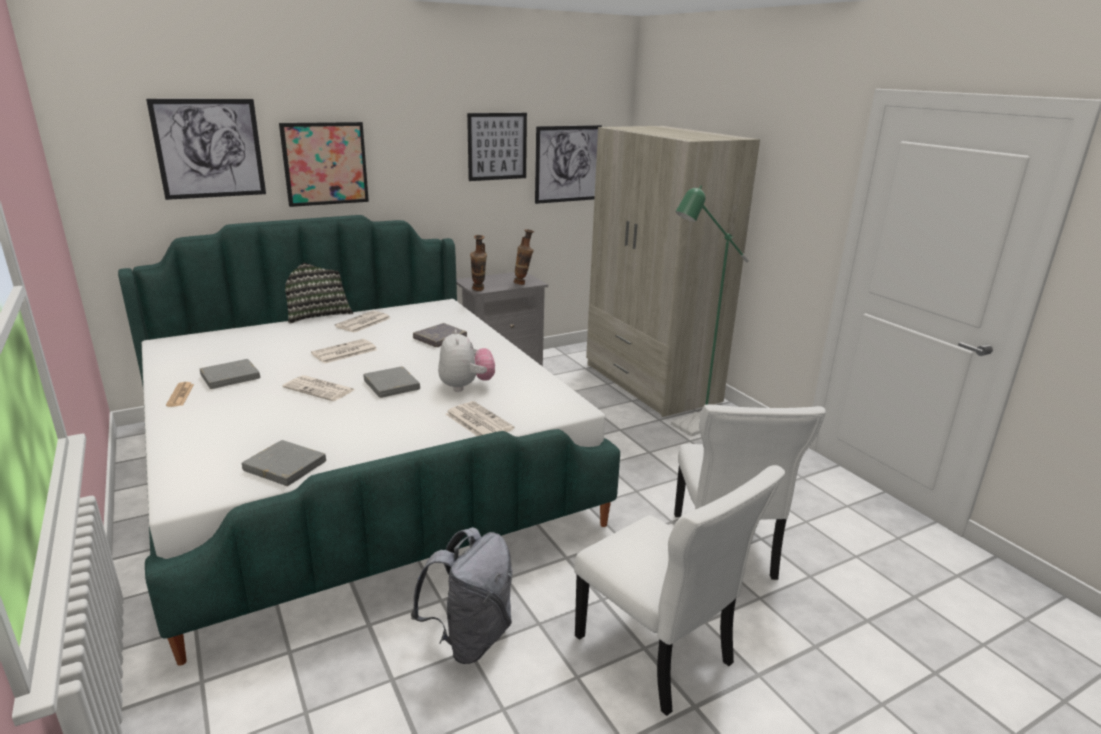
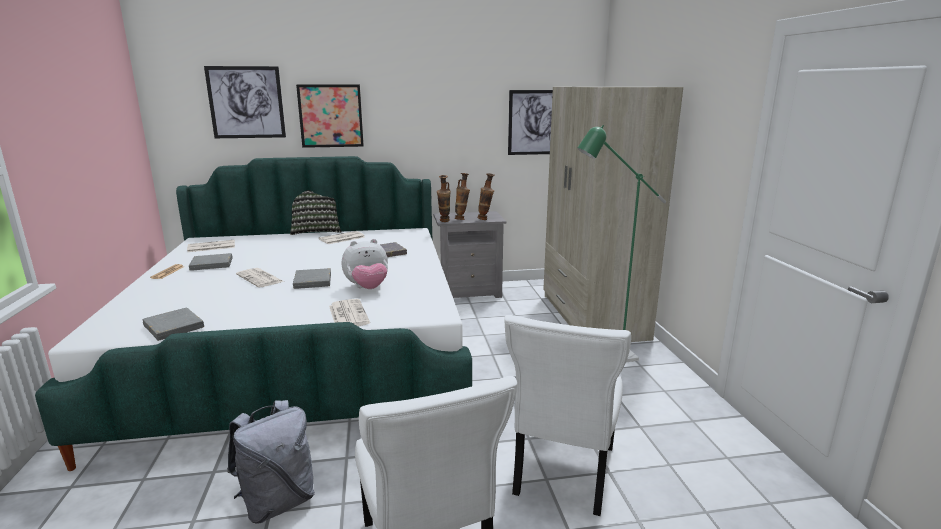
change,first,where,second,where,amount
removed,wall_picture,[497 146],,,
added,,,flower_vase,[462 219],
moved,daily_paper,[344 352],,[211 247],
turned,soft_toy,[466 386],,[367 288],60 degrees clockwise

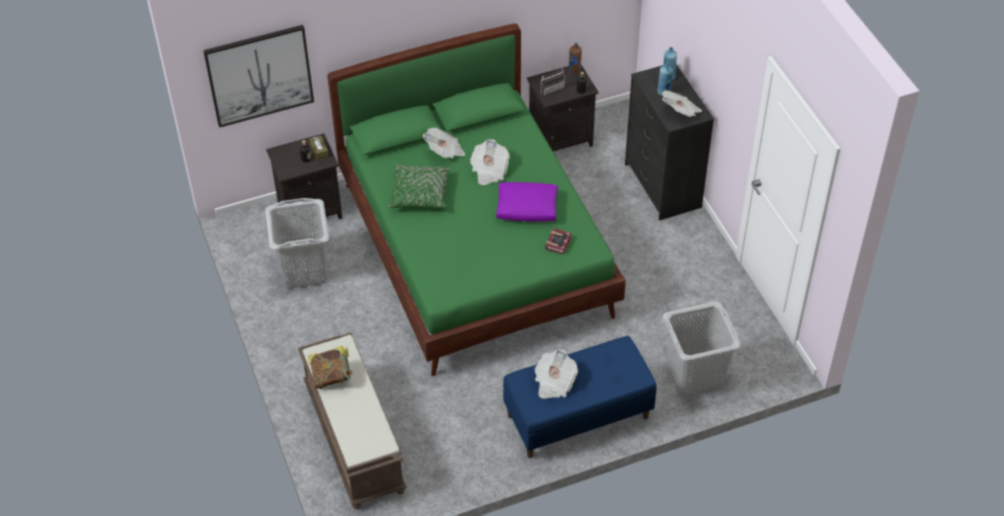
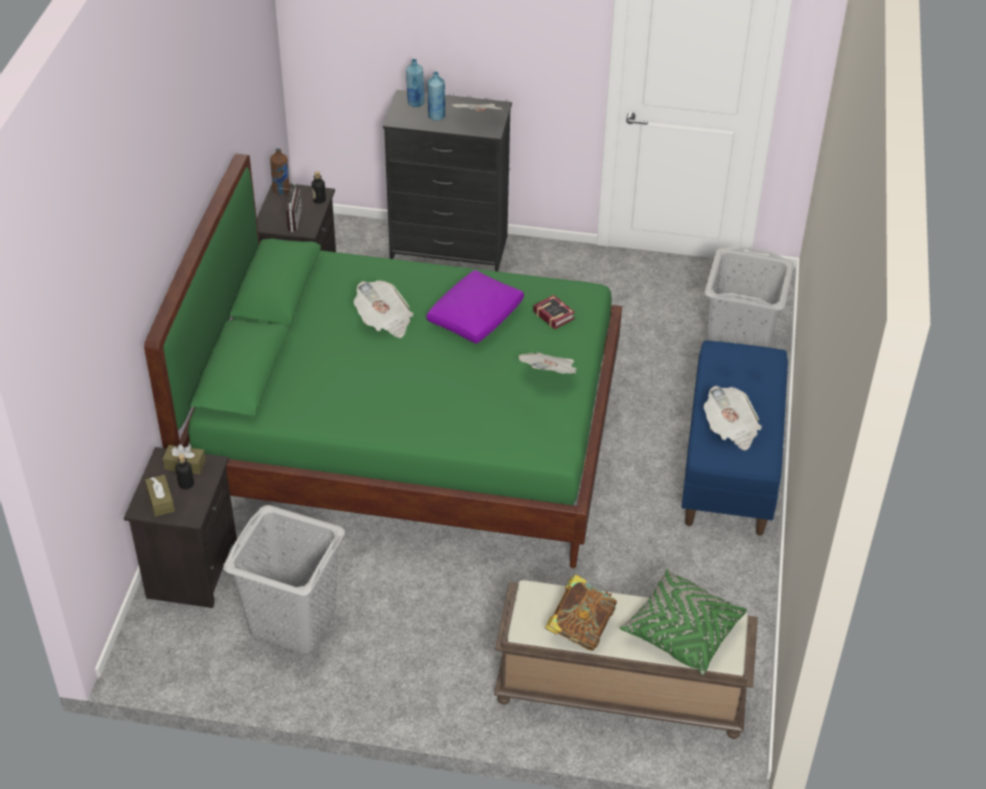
change,first,where,second,where,amount
removed,wall_picture,[259 75],,,
added,,,brown_tissue_holder,[160 500],
moved,green-coloured_cushion,[420 194],,[682 631],
moved,daily_paper,[444 151],,[549 374],

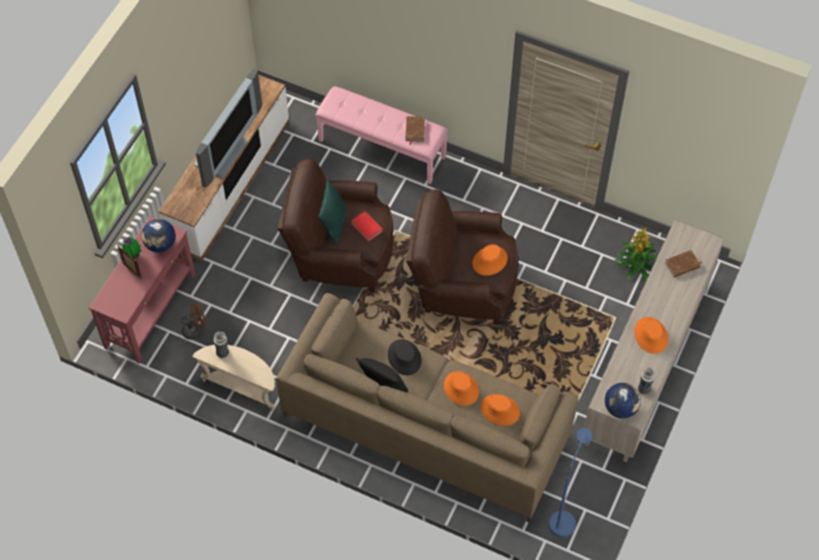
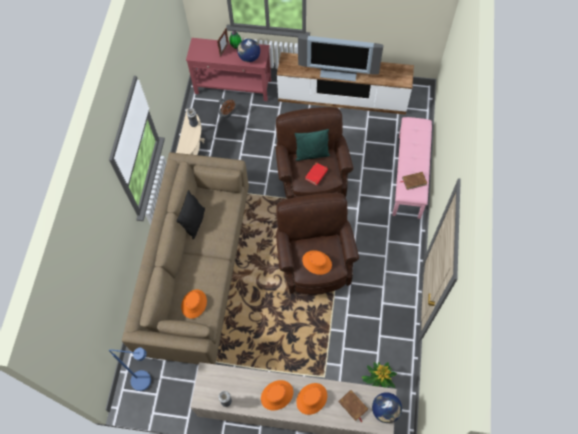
change,first,where,second,where,amount
removed,blackish_clothing_hat,[404 357],,,
moved,orange_clothing_hat,[461 389],,[311 398],
moved,world_globe,[620 408],,[385 410],

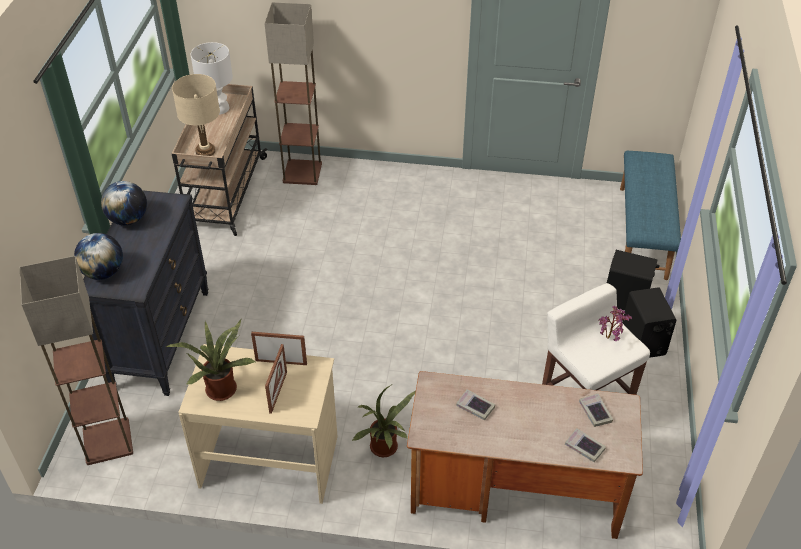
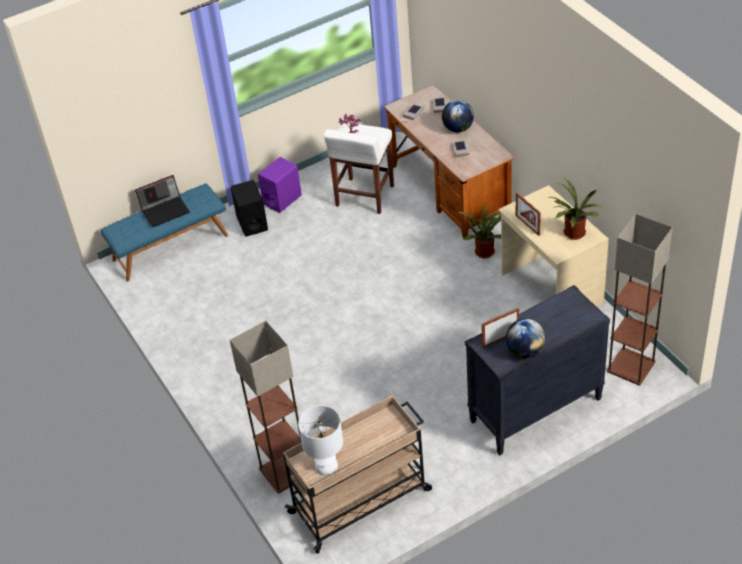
change,first,where,second,where,amount
removed,sand-coloured_lamp_for_a_table,[205 151],,,
added,,,notebook_computer,[165 210],
moved,world_globe,[103 272],,[458 128],
moved,picture_frame,[278 392],,[500 339],
recoloured,blackish_loudspeaker,[643 341],purple-coloured_loudspeaker,[282 199],

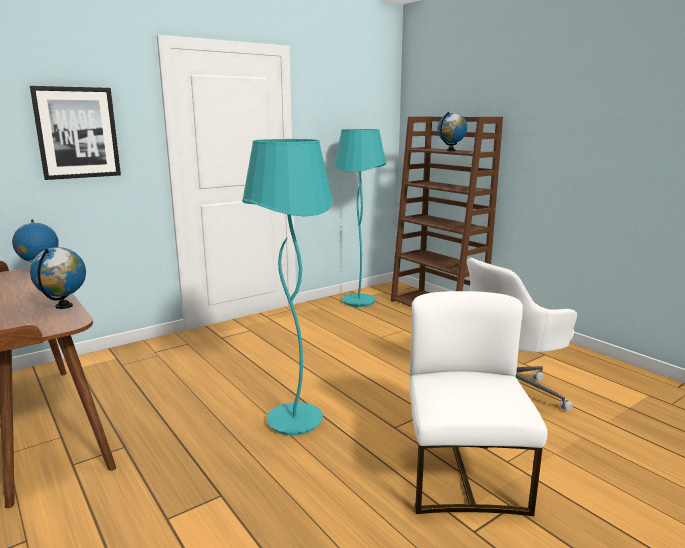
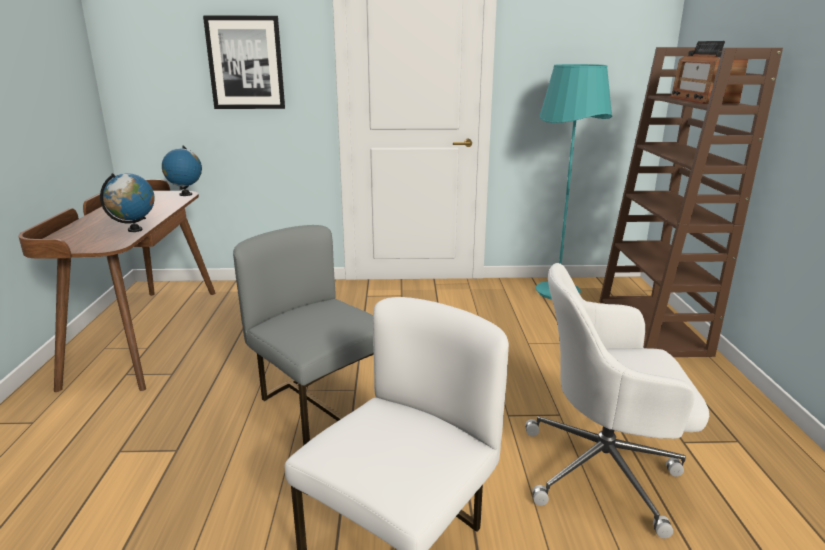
change,first,where,second,where,amount
replaced,turquoise_floor_lamp,[294 421],gray_chair,[319 405],
replaced,world_globe,[451 150],radio,[702 100],

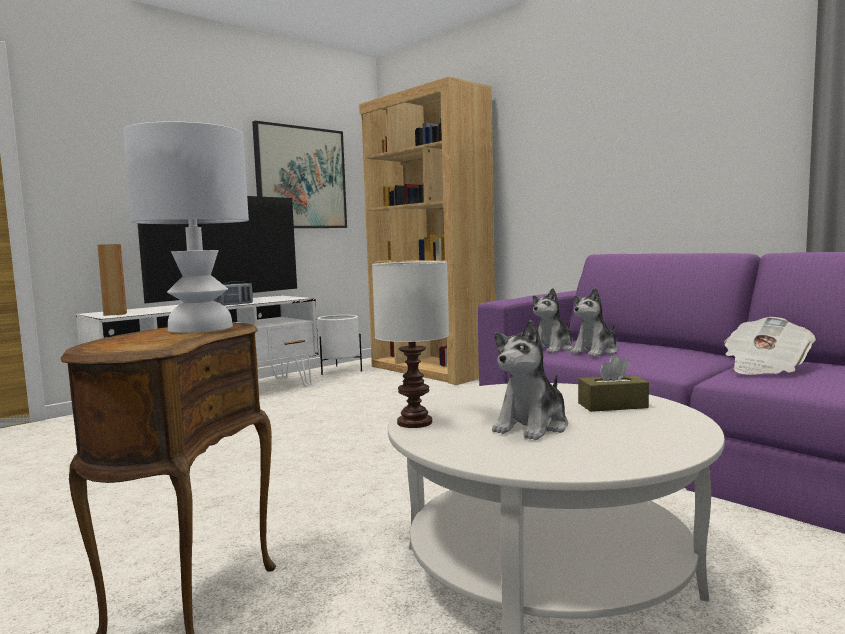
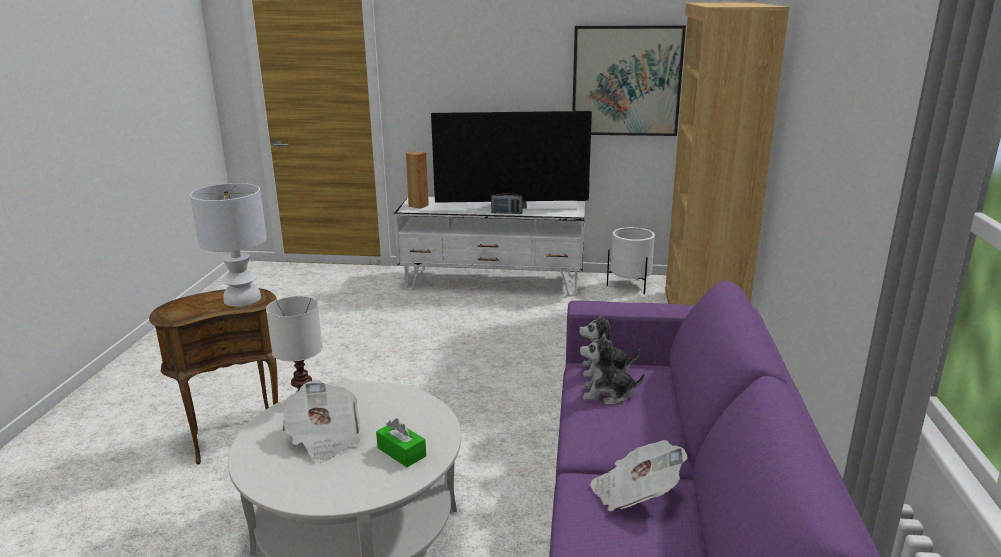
change,first,where,second,where,amount
replaced,soft_toy,[532 427],daily_paper,[324 439],
recoloured,brown_tissue_holder,[612 405],green-coloured_tissue_holder,[401 452],

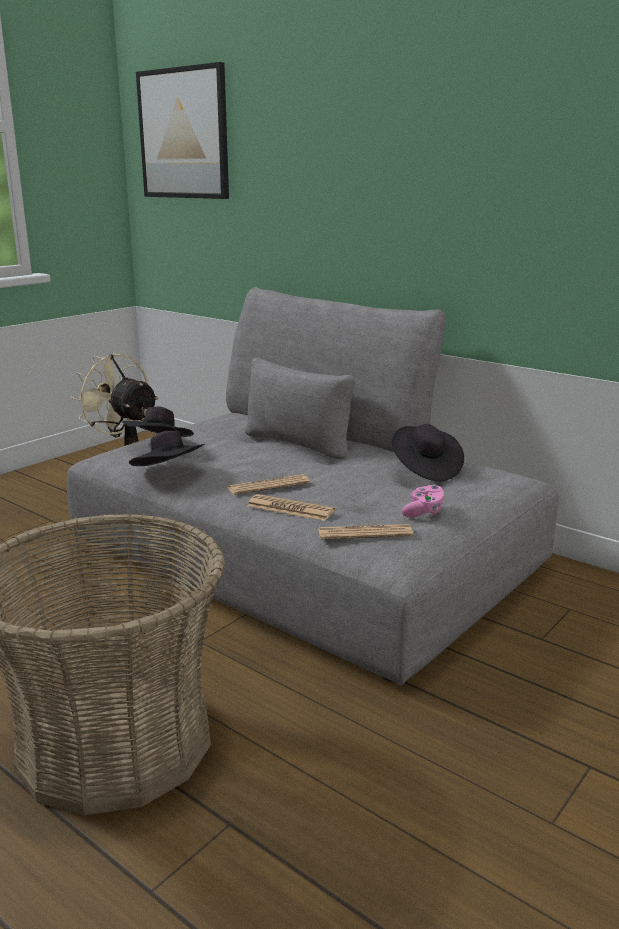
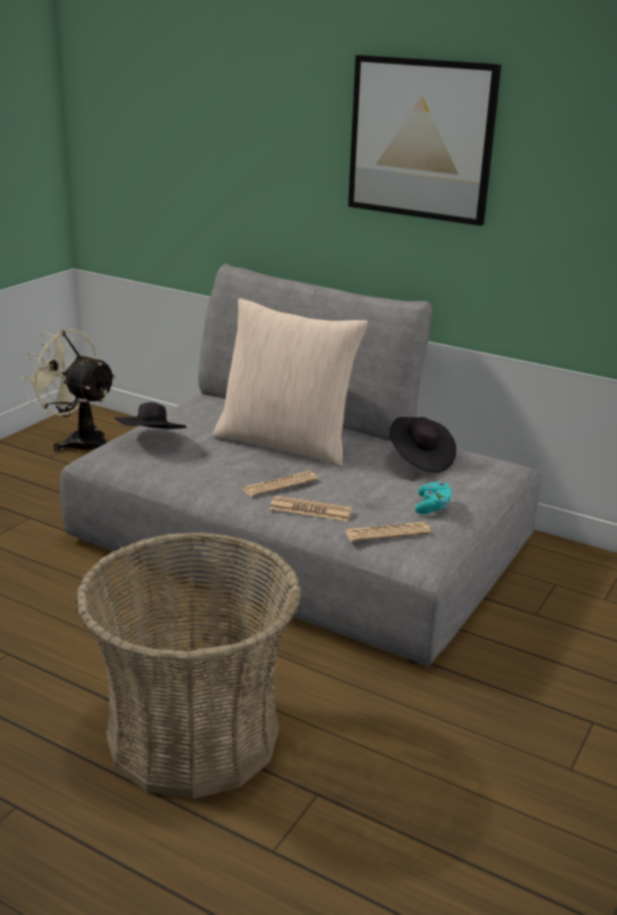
change,first,where,second,where,amount
removed,blackish_clothing_hat,[170 473],,,
added,,,sand-coloured_cushion,[286 443],
moved,wall_picture,[184 134],,[421 139],
recoloured,pink-coloured_gamepad,[423 511],turquoise_gamepad,[432 507],

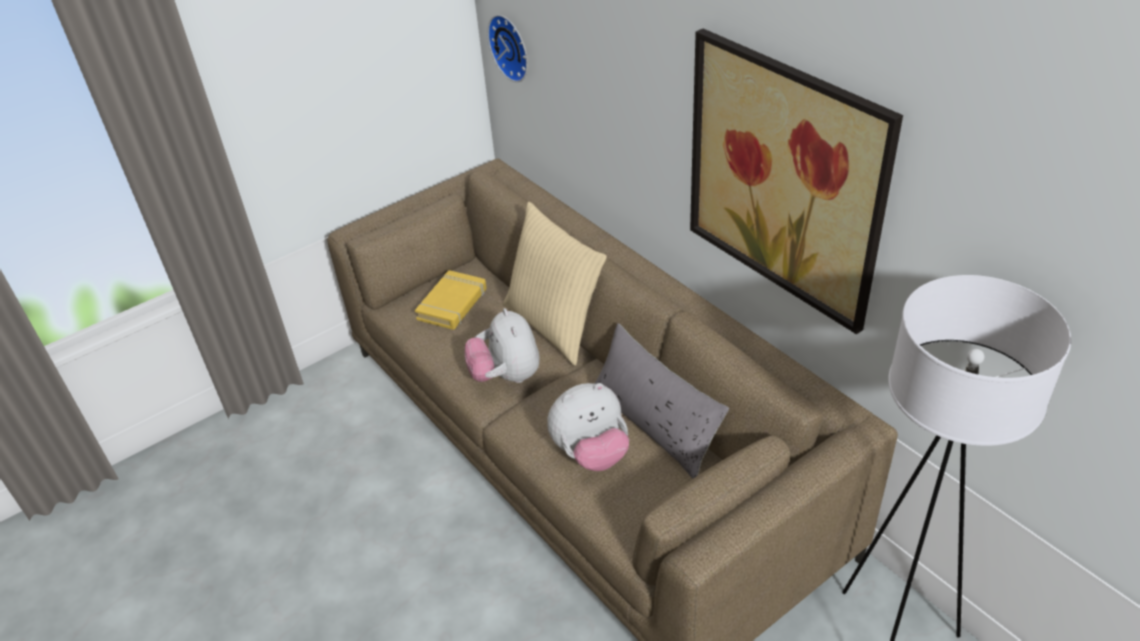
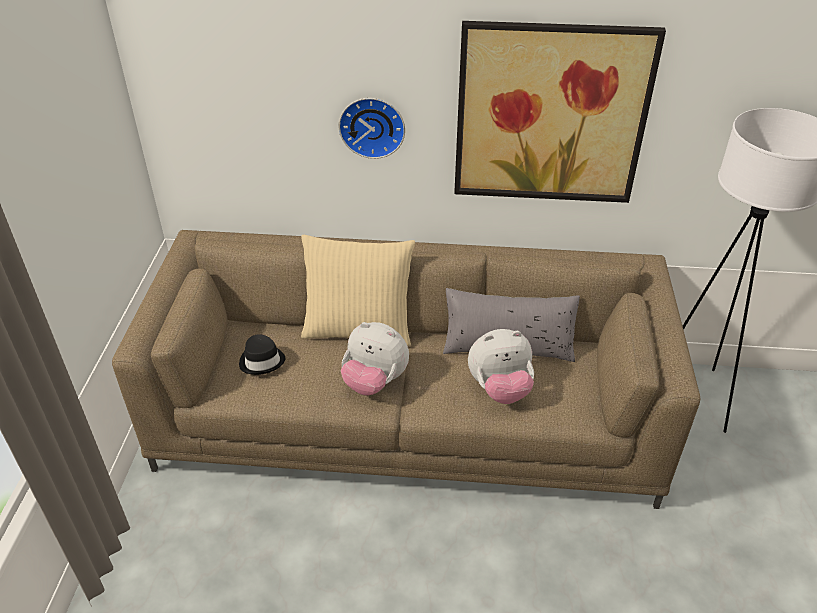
change,first,where,second,where,amount
moved,wall_clock,[512 47],,[372 126],
replaced,yellowish_bound_book,[453 304],blackish_clothing_hat,[262 361],
turned,soft_toy,[591 453],,[500 389],60 degrees clockwise

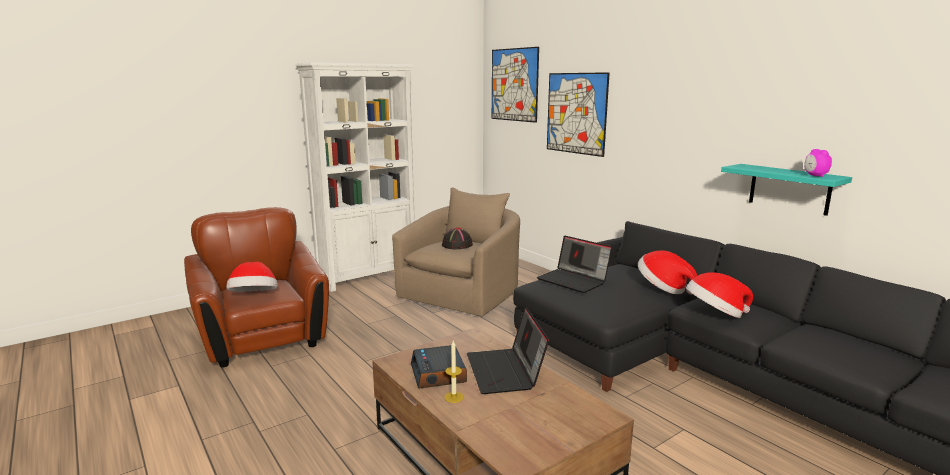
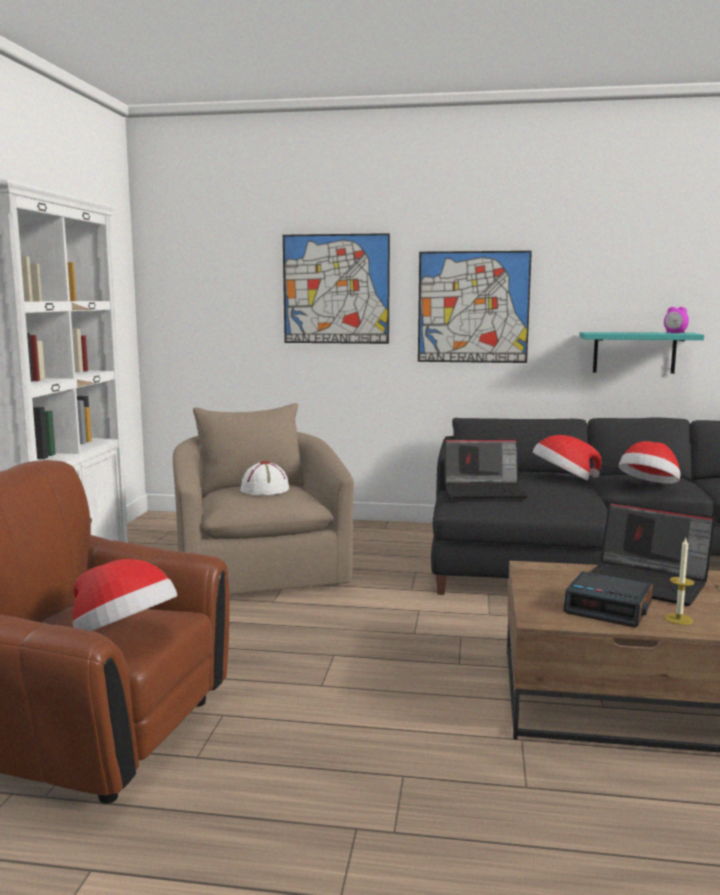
change,first,where,second,where,amount
moved,wall_picture,[514 85],,[473 307],
recoloured,blackish_clothing_hat,[457 245],whitish_clothing_hat,[265 490],

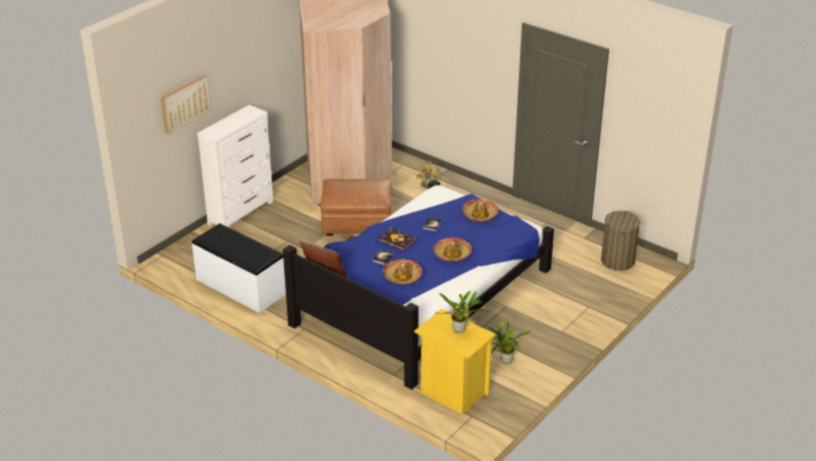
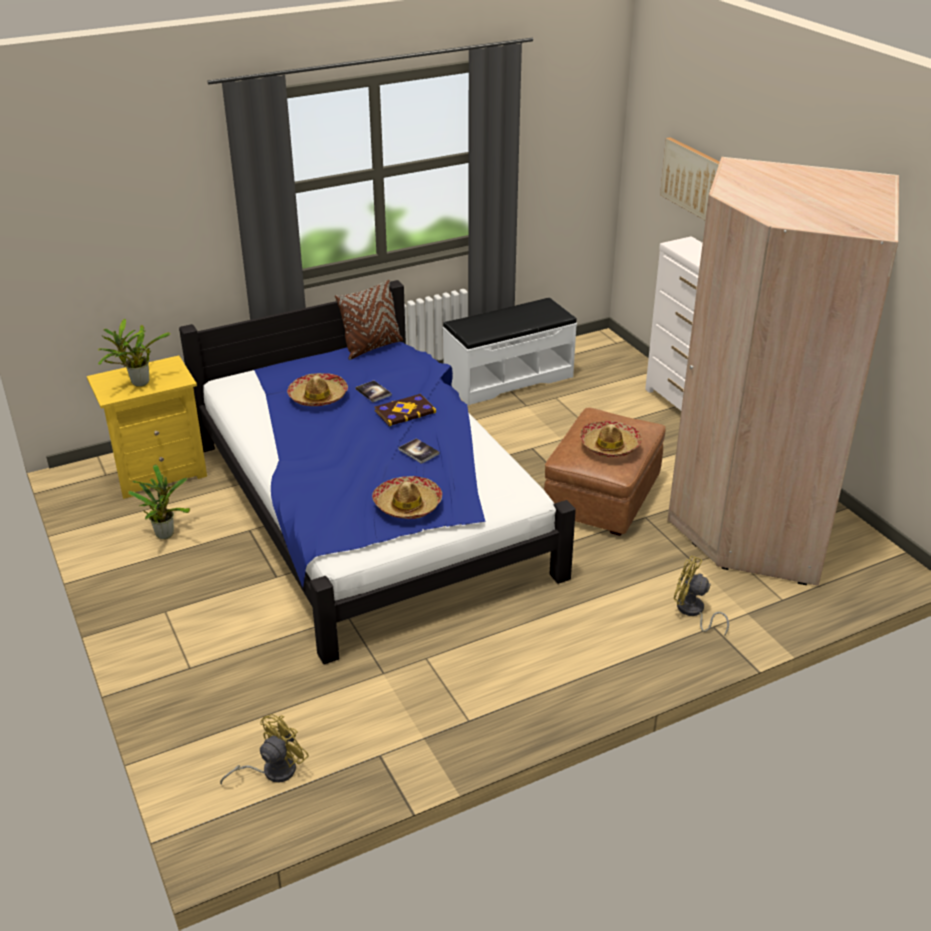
change,first,where,second,where,amount
moved,clothing_hat,[452 254],,[610 445],
replaced,hamper,[617 261],yellowish_cooling_fan,[272 771],

